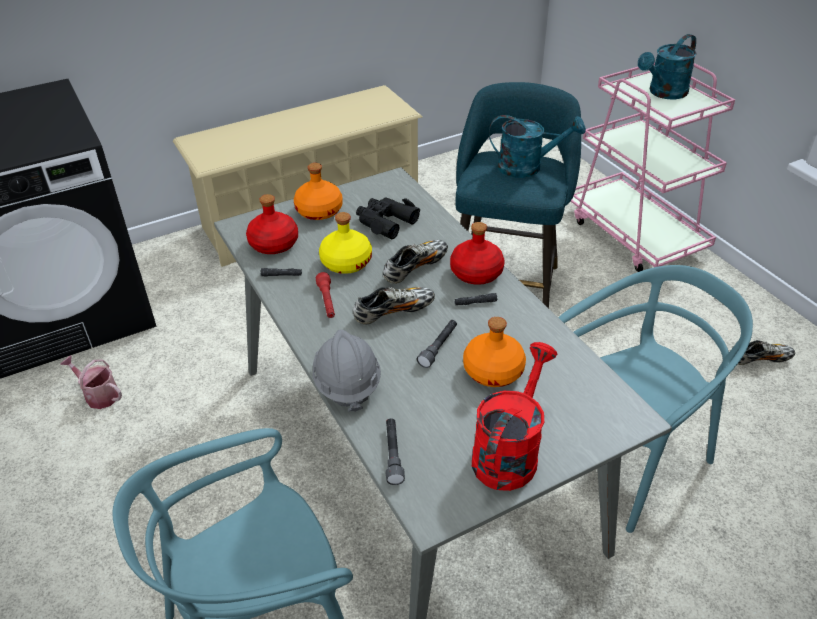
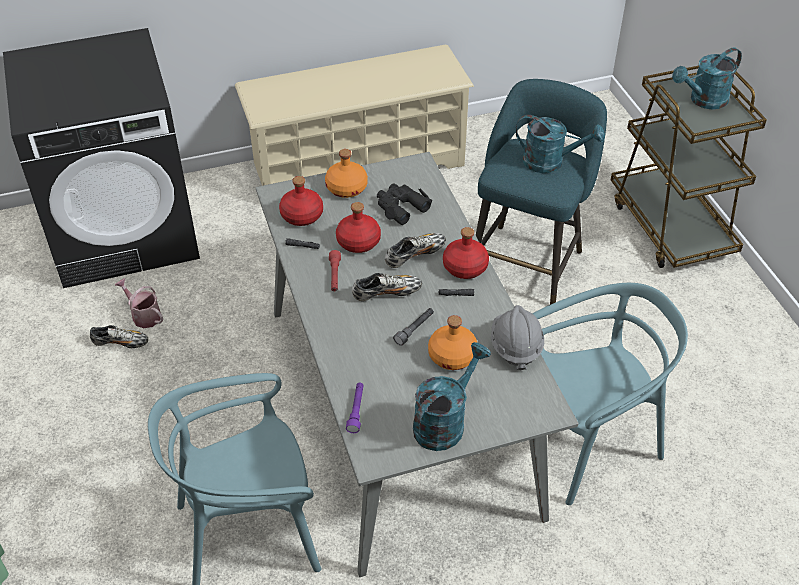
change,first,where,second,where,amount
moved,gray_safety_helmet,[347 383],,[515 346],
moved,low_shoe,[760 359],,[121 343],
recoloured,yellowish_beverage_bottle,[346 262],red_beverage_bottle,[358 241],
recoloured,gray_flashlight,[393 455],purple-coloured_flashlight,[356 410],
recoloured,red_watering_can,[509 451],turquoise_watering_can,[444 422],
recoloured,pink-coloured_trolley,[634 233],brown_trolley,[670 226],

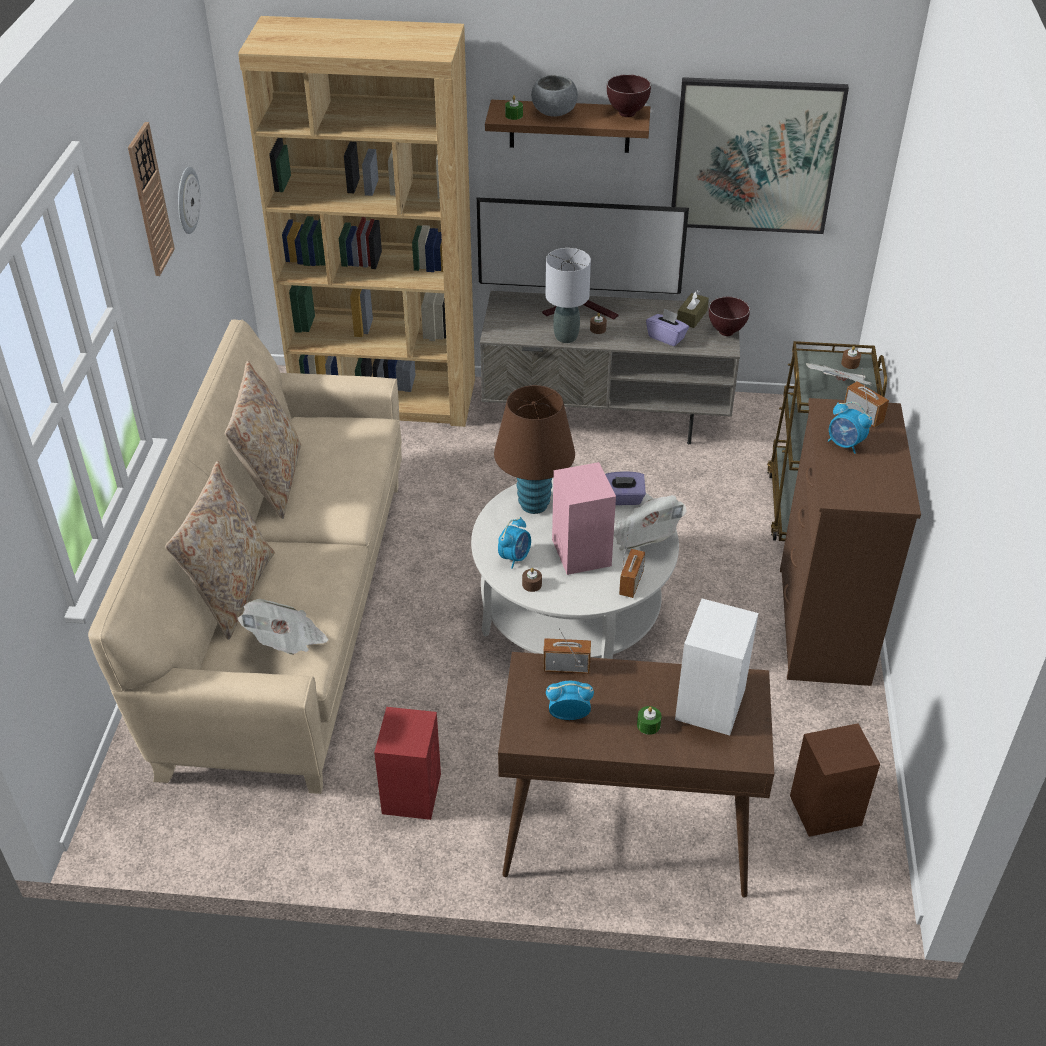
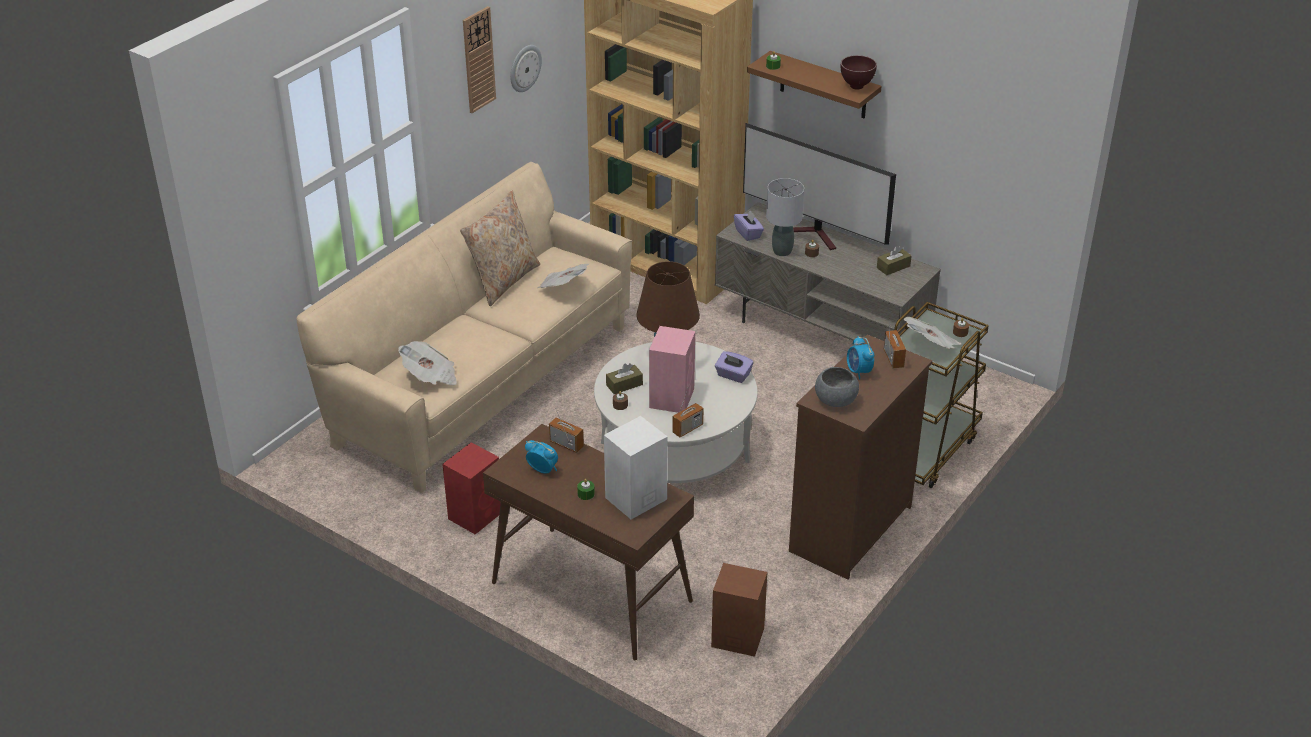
change,first,where,second,where,amount
removed,sand-coloured_cushion,[231 591],,,
removed,wall_picture,[755 156],,,
removed,brown_serving_bowl,[727 332],,,
moved,gray_serving_bowl,[553 112],,[835 400],
moved,daily_paper,[645 536],,[563 287],
moved,purple-coloured_tissue_holder,[666 337],,[748 233],
replaced,alarm_clock,[515 557],brown_tissue_holder,[624 385],

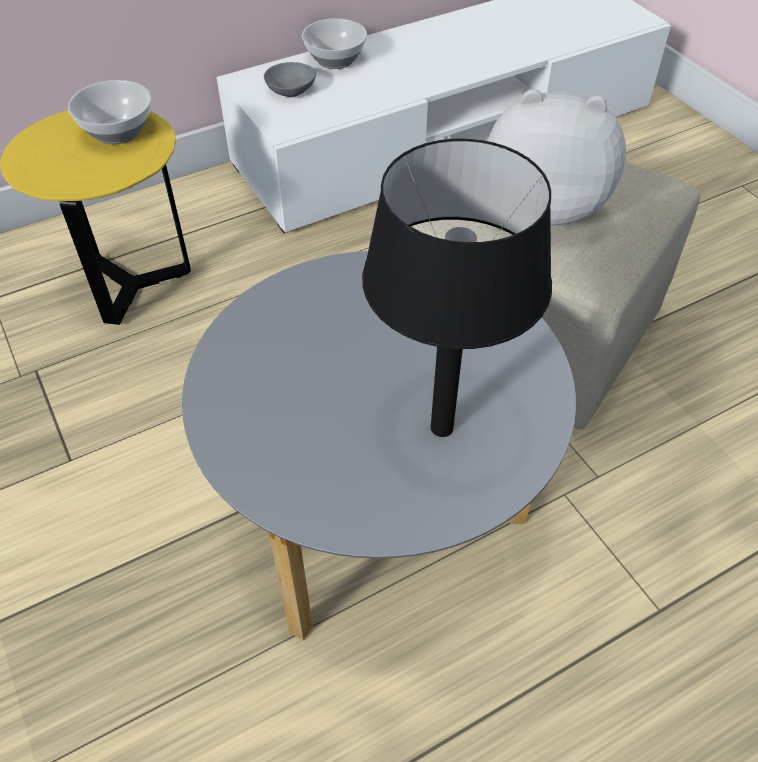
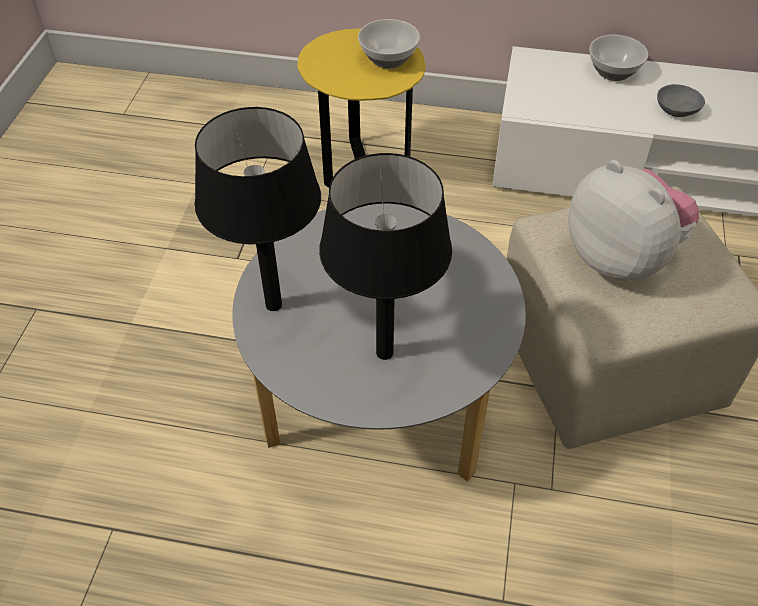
change,first,where,second,where,amount
added,,,blackish_lamp_for_a_table,[273 304],
moved,gray_serving_bowl,[291 88],,[678 109],

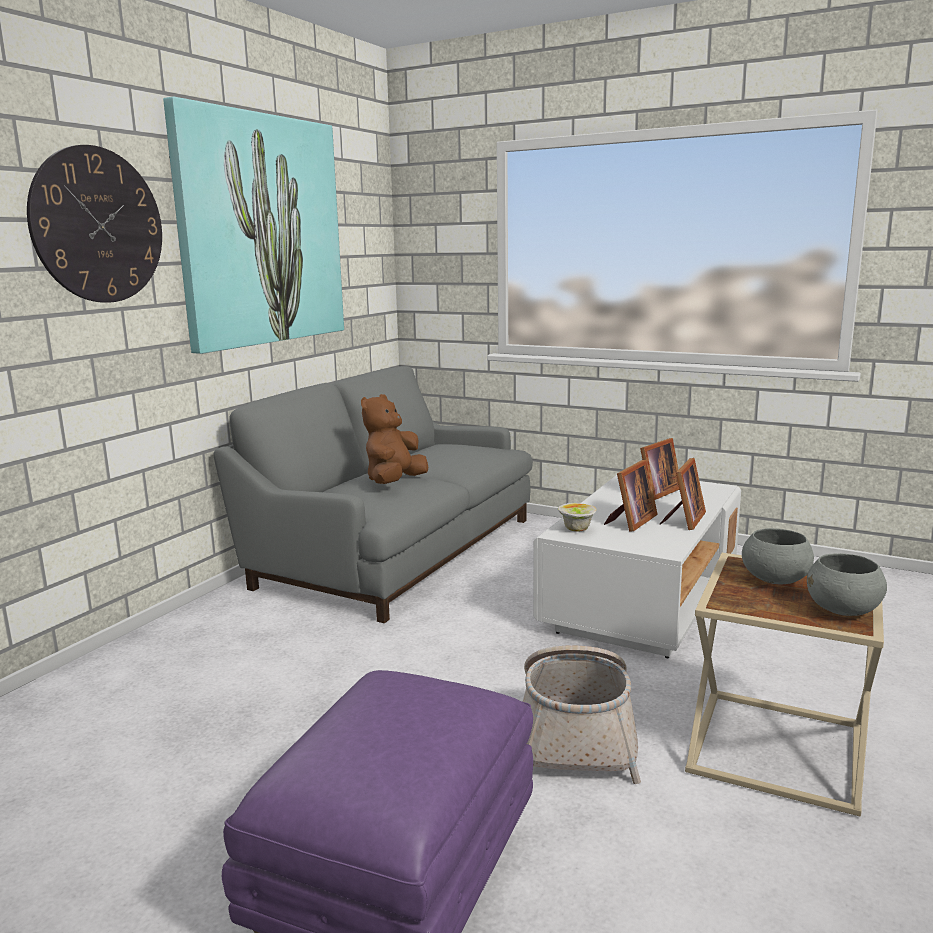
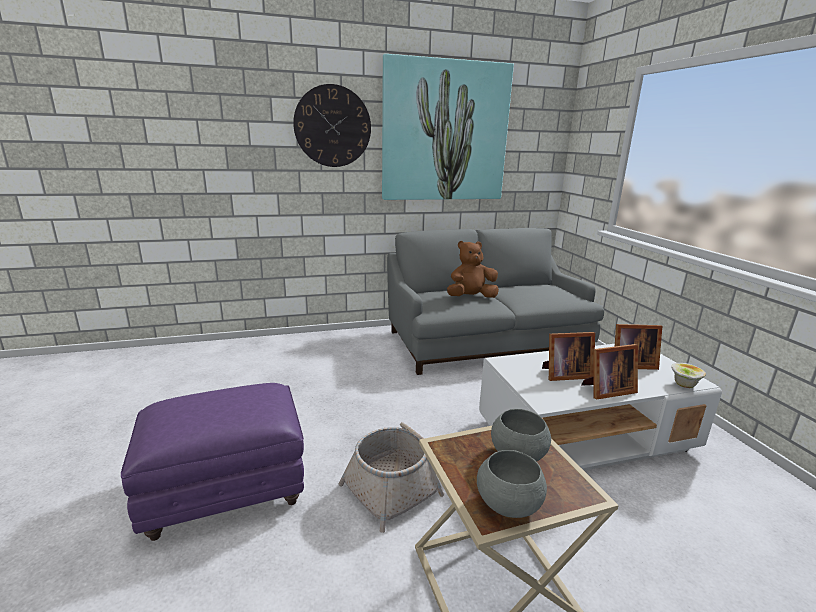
change,first,where,second,where,amount
moved,serving_bowl,[576 529],,[683 385],

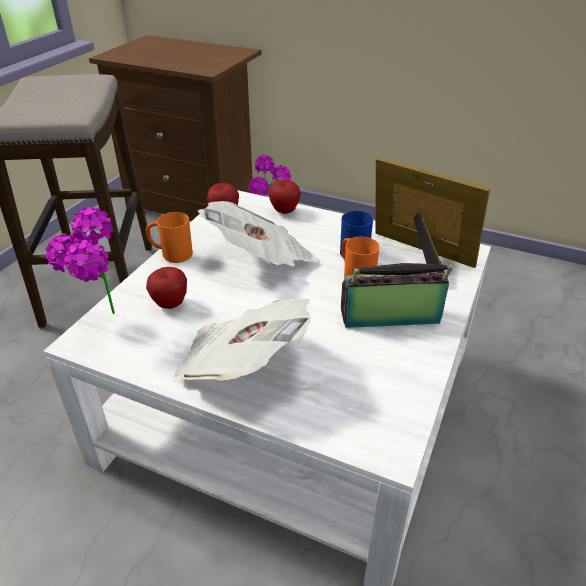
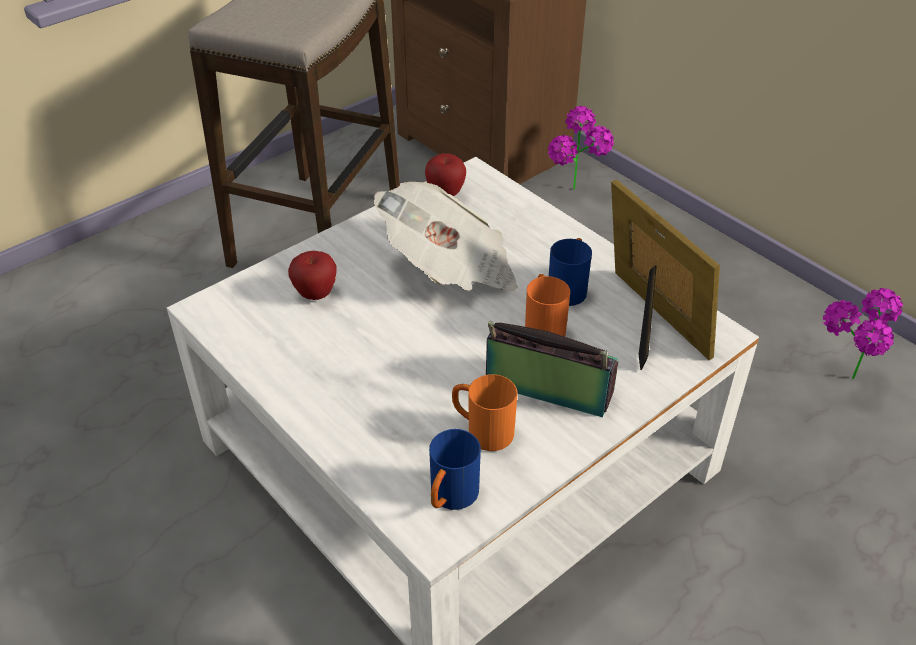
change,first,where,second,where,amount
removed,daily_paper,[242 364],,,
removed,apple,[284 211],,,
added,,,bluish_coffee_mug,[450 499],
moved,houseplant,[101 321],,[842 383],
moved,orange_coffee_mug,[171 255],,[482 431],

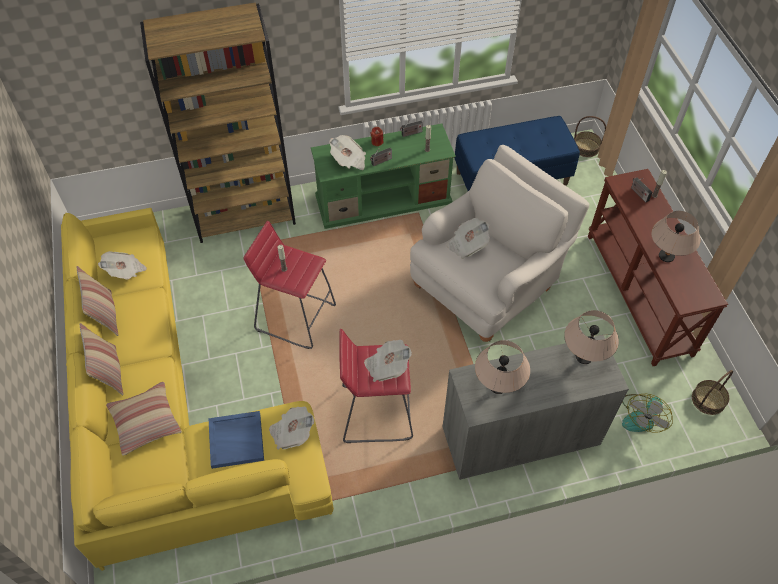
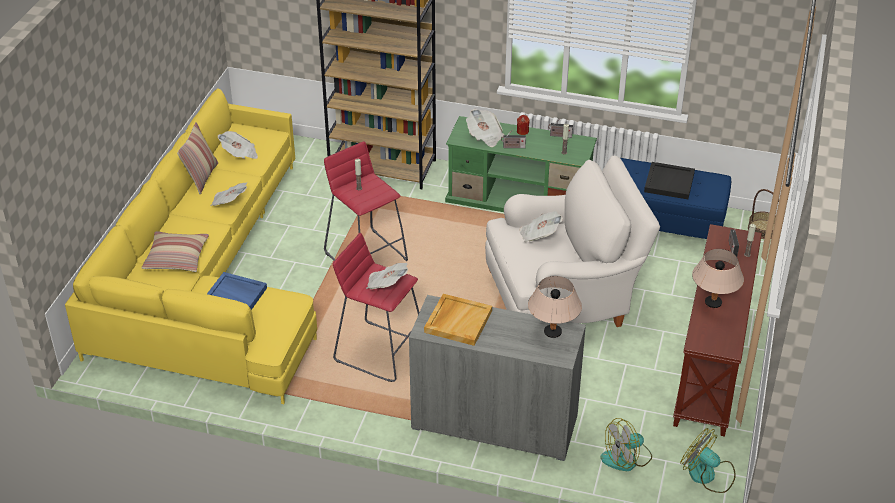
change,first,where,second,where,amount
removed,cushion,[110 372],,,
added,,,blackish_carrying_tray,[669 182],
moved,daily_paper,[292 433],,[229 202],
replaced,sand-coloured_lamp_for_a_table,[498 386],sand-coloured_carrying_tray,[458 321],
replaced,storage_basket,[708 400],cooling_fan,[707 475],

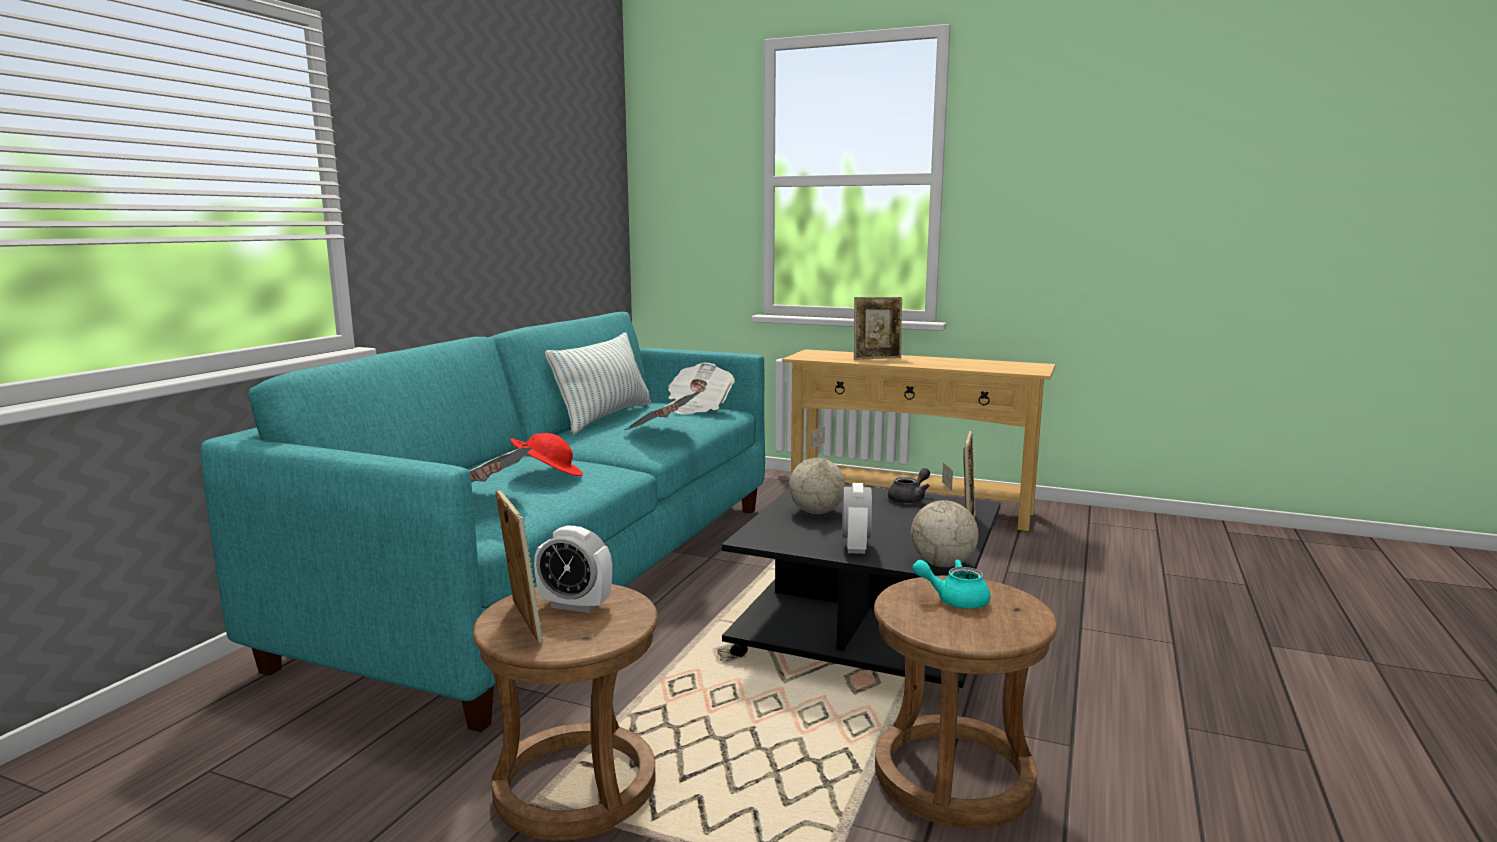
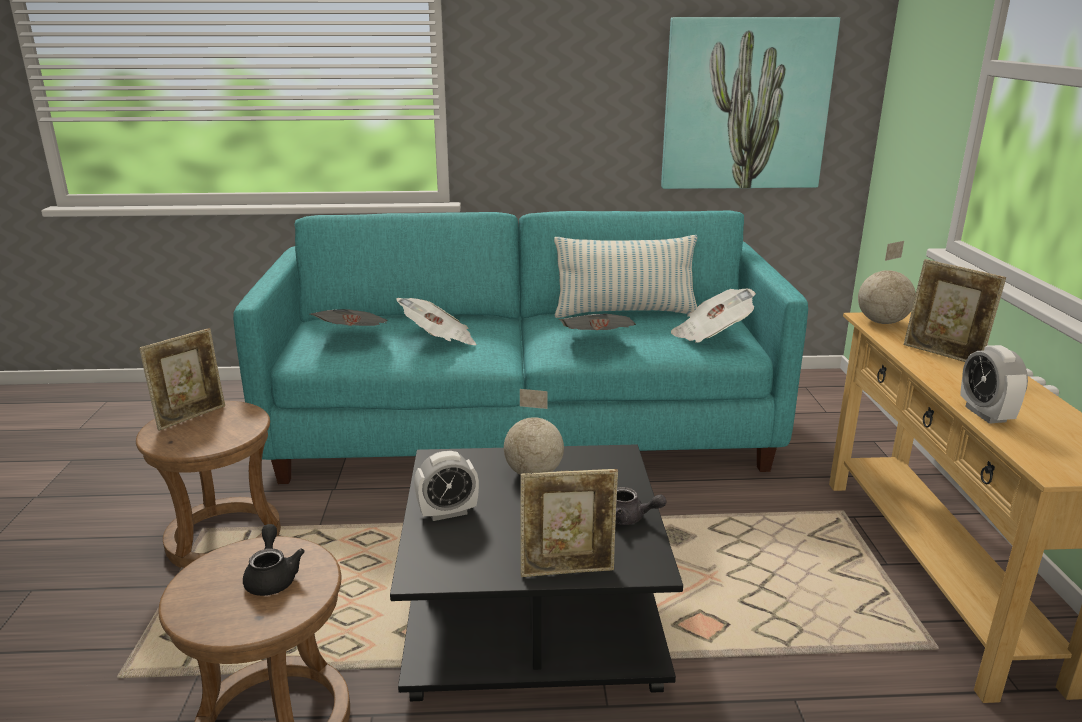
change,first,where,second,where,amount
added,,,wall_picture,[745 105],
moved,alarm_clock,[575 605],,[985 414],
moved,world_globe,[943 564],,[882 322],
replaced,red_clothing_hat,[547 476],daily_paper,[439 341],
recoloured,turquoise_tea_pot,[954 600],blackish_tea_pot,[272 577],

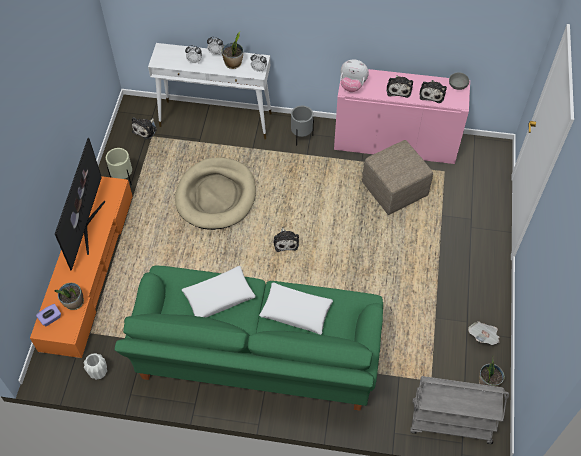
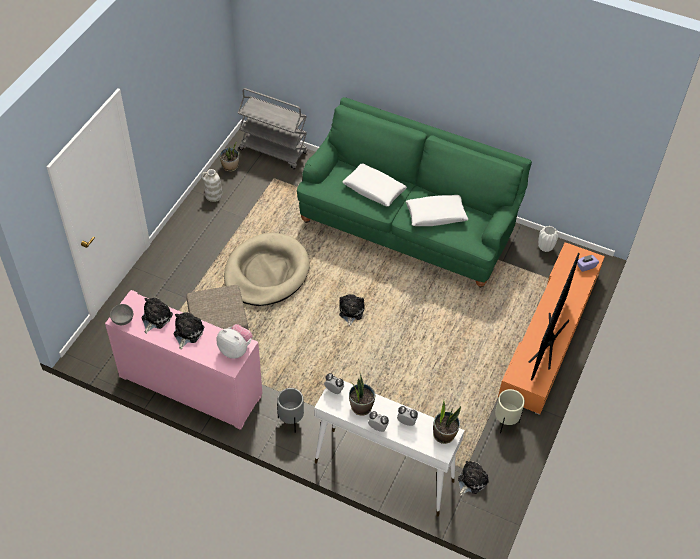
change,first,where,second,where,amount
moved,houseplant,[74 303],,[444 434],
moved,sand-coloured_dog_cushion,[216 196],,[266 272],
replaced,daily_paper,[483 336],whitish_flower_vase,[213 196],

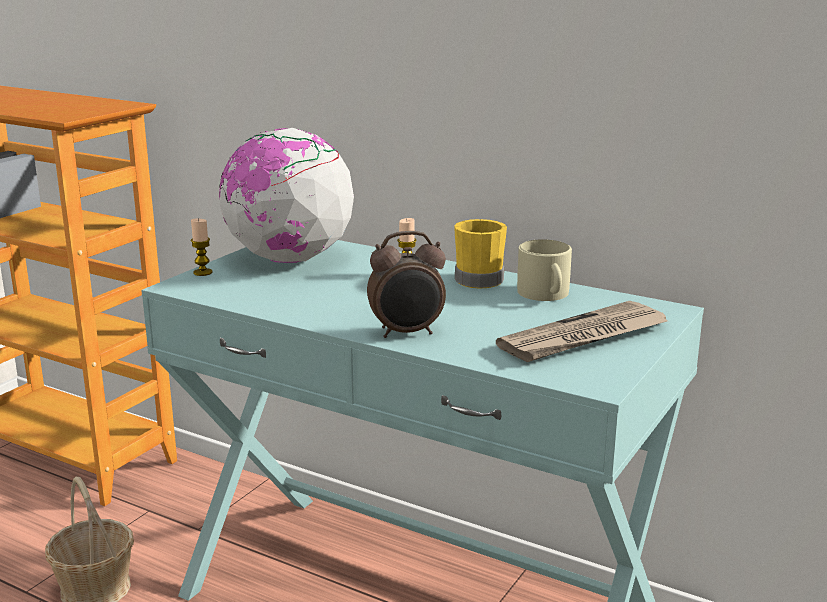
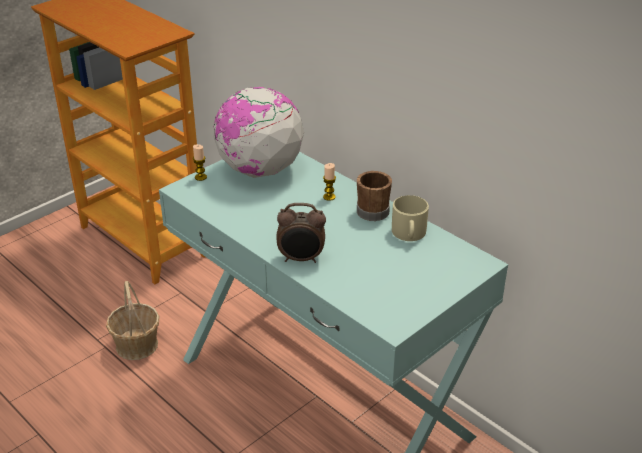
change,first,where,second,where,amount
removed,daily_paper,[584 337],,,
recoloured,yellowish_coffee_mug,[476 278],brown_coffee_mug,[372 209],

